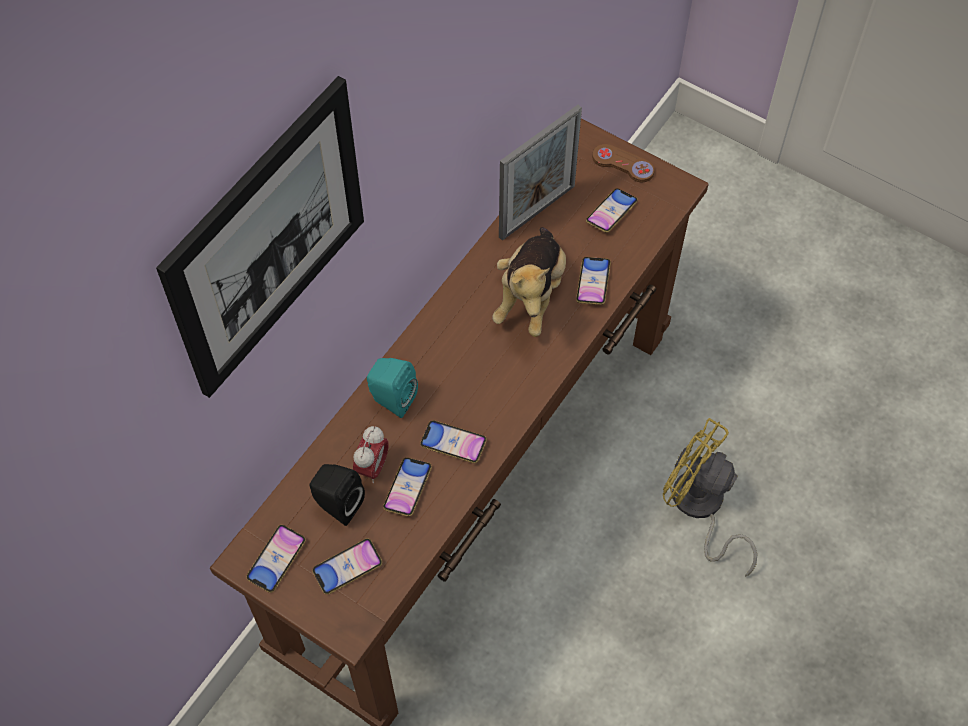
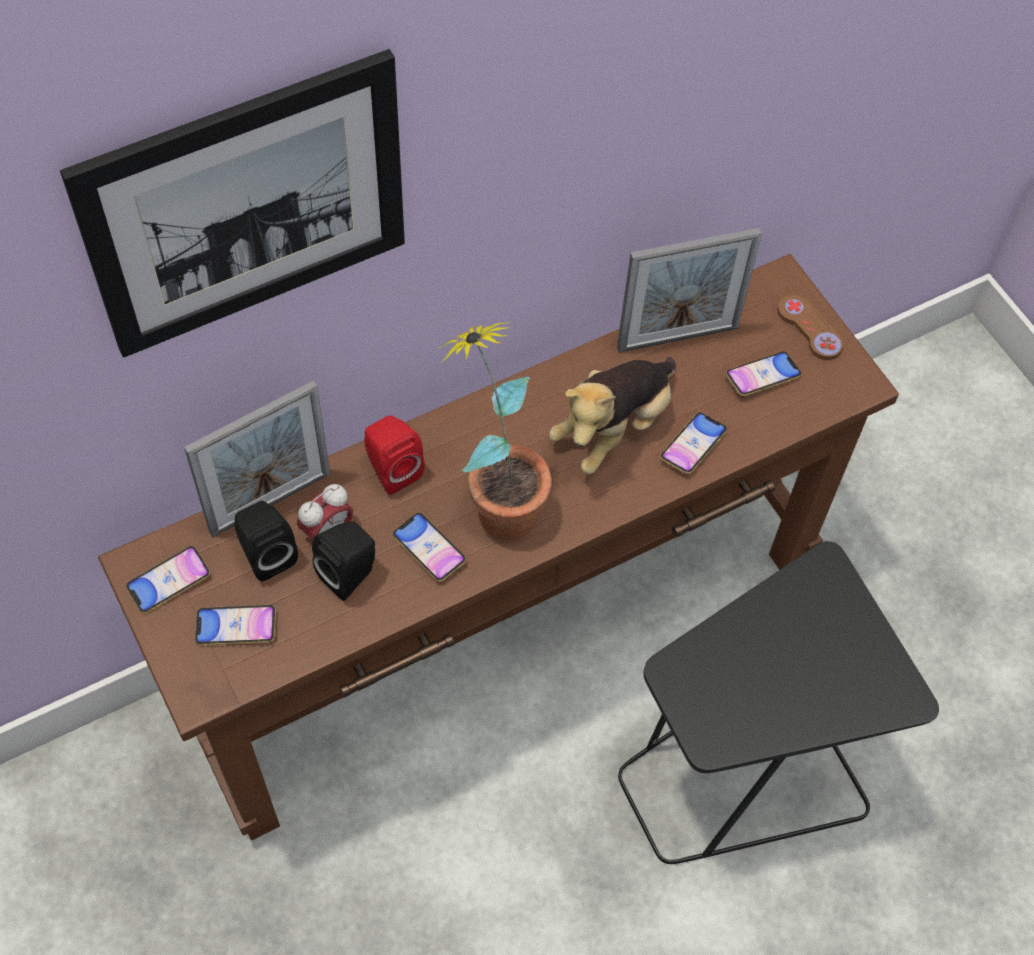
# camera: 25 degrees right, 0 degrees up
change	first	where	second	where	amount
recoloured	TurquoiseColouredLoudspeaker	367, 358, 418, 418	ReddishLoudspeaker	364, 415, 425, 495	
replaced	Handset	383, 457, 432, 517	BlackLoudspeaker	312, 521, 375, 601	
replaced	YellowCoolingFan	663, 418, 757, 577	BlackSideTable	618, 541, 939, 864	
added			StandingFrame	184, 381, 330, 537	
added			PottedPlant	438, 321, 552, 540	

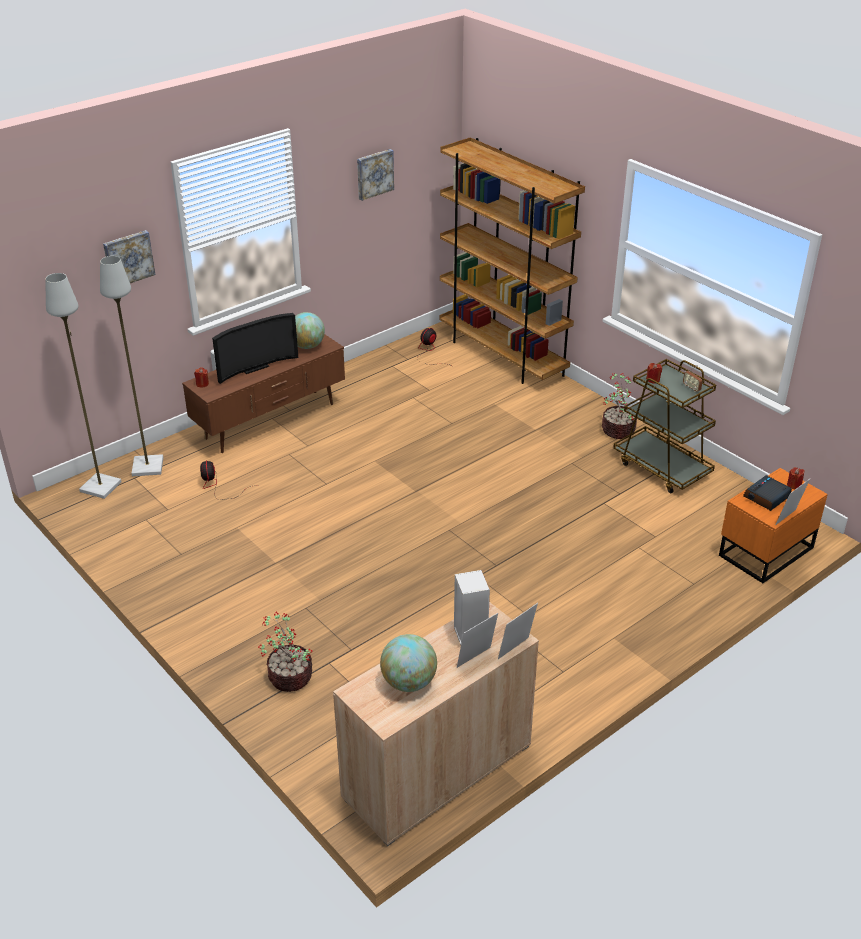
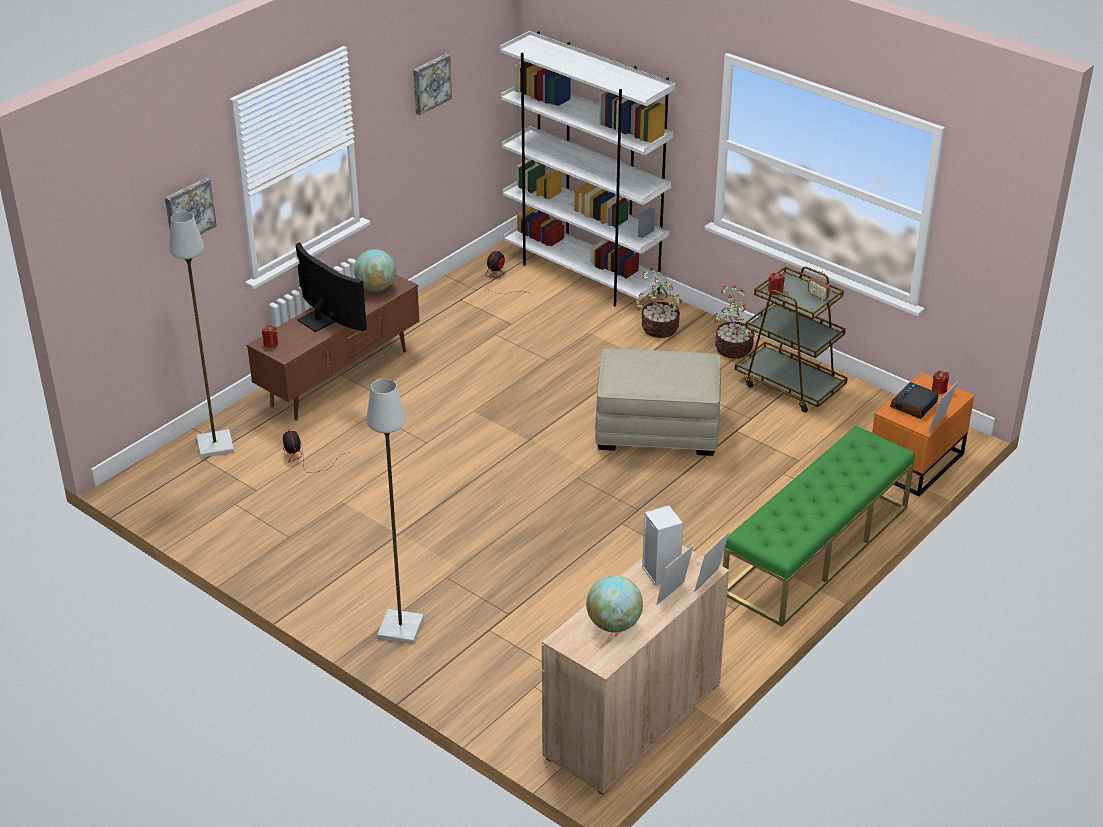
# camera: 10 degrees left, 0 degrees up
change	first	where	second	where	amount
moved	GreyFloorLamp	45, 273, 122, 499		366, 379, 424, 644	
turned	TvSet	212, 313, 298, 384		296, 242, 367, 332	90 degrees counterclockwise
moved	PottedPlant	258, 611, 313, 692		633, 268, 682, 338	
recoloured	BrownShelvingUnit	440, 137, 585, 384	WhitishShelvingUnit	500, 31, 676, 307	
added			SandColouredFootrest	595, 349, 721, 456	
added			GreenColouredBench	723, 426, 915, 626	

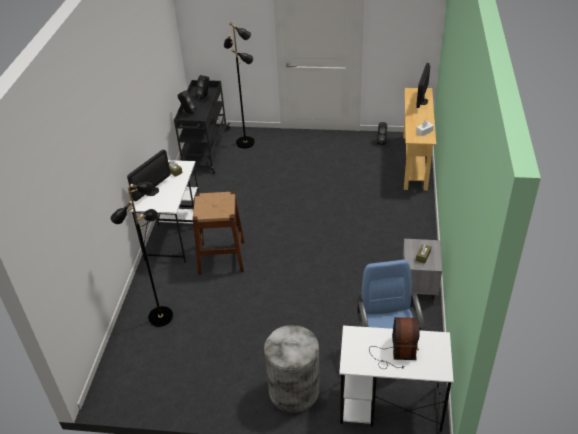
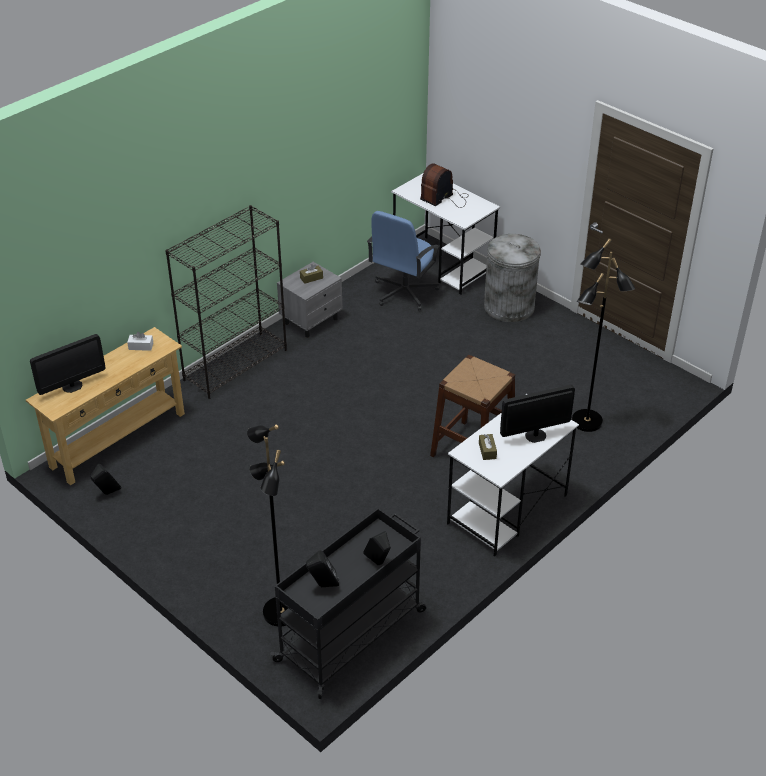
# camera: 145 degrees left, 0 degrees up
change	first	where	second	where	amount
added			BlackShelvingUnit	165, 205, 287, 399	

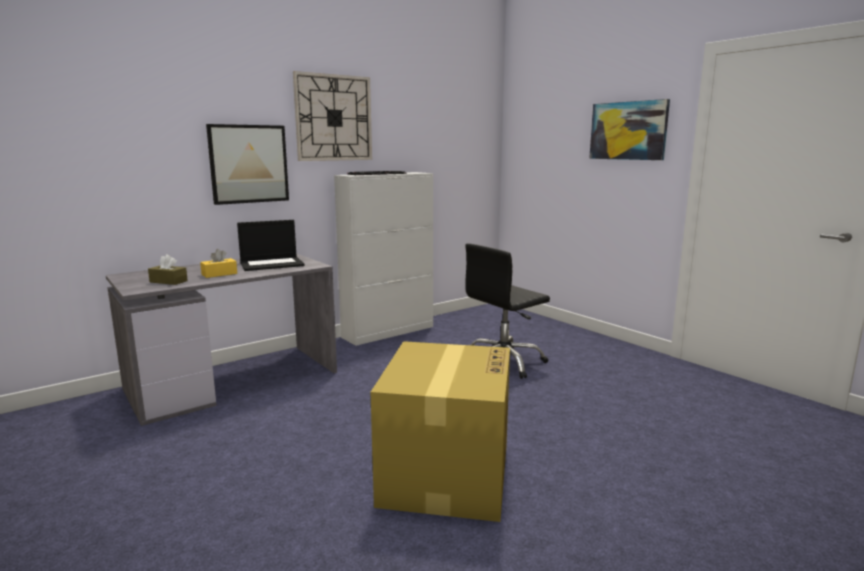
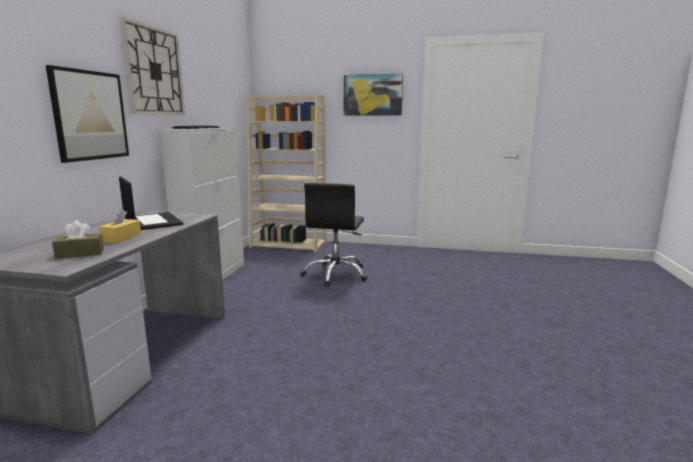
# camera: 40 degrees left, 0 degrees up
change	first	where	second	where	amount
turned	PortableComputer	237, 220, 305, 271		119, 177, 183, 230	60 degrees counterclockwise
removed	CardboardBox	371, 341, 510, 522			
added			SandColouredShelvingUnit	246, 94, 326, 252	

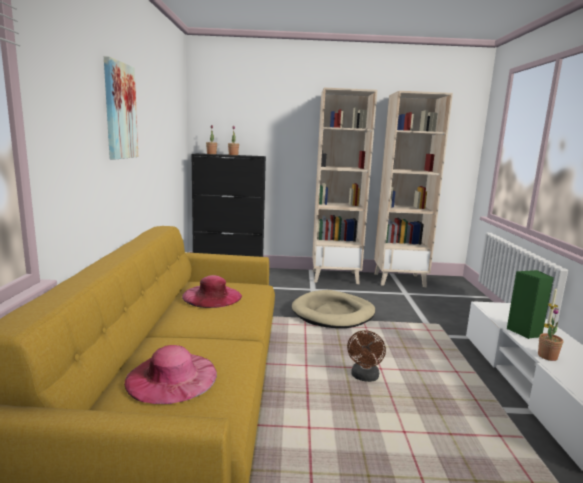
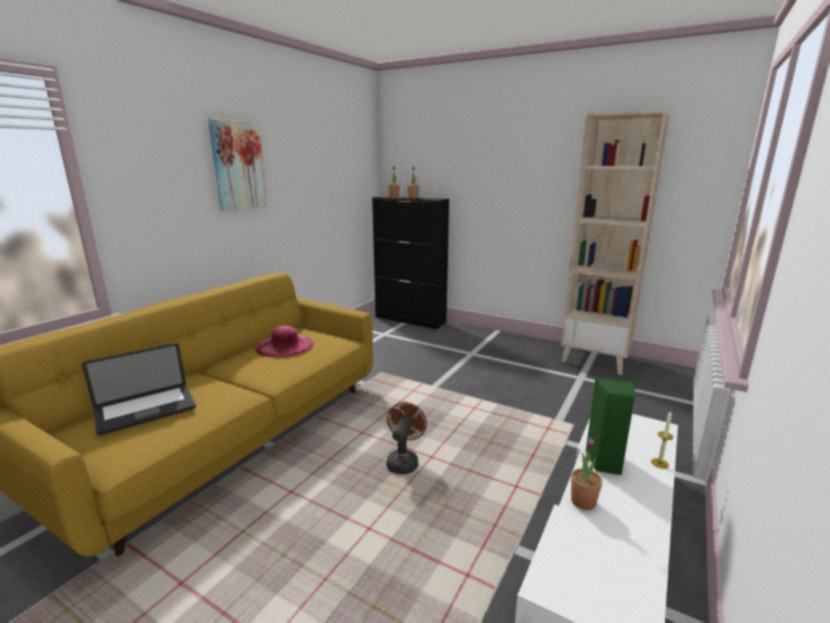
# camera: 30 degrees right, 5 degrees up
change	first	where	second	where	amount
replaced	PinkHat	124, 345, 217, 404	PortableComputer	82, 343, 196, 435	
removed	SandColouredDogBed	292, 290, 375, 328			
removed	SandColouredShelvingUnit	312, 88, 378, 284			
turned	BrownCoolingFan	347, 330, 386, 382		386, 402, 427, 474	150 degrees clockwise

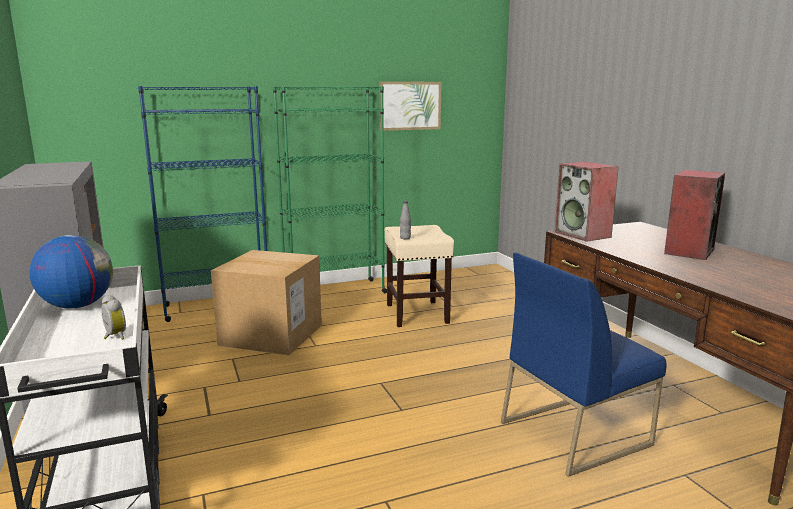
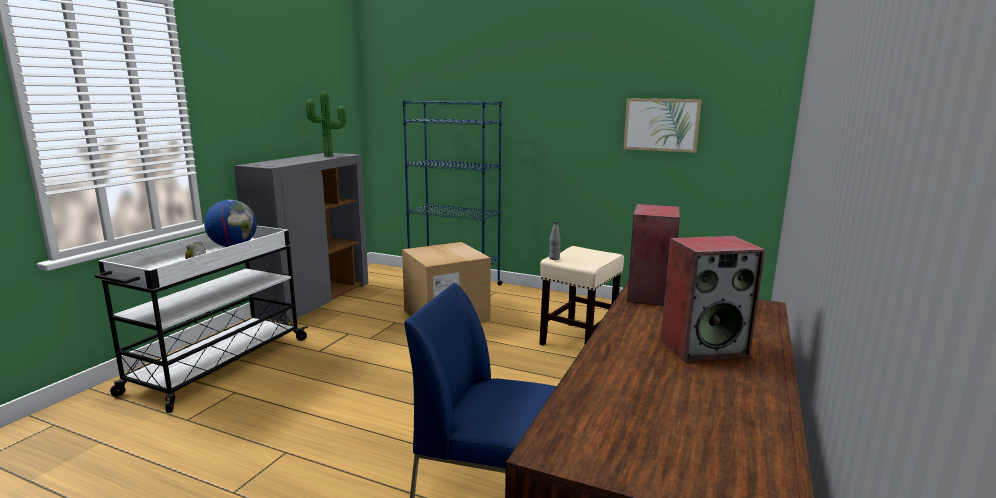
# camera: 45 degrees right, 0 degrees up
change	first	where	second	where	amount
removed	GreenColouredShelvingUnit	273, 86, 387, 293			
added			PottedPlant	306, 91, 346, 157	

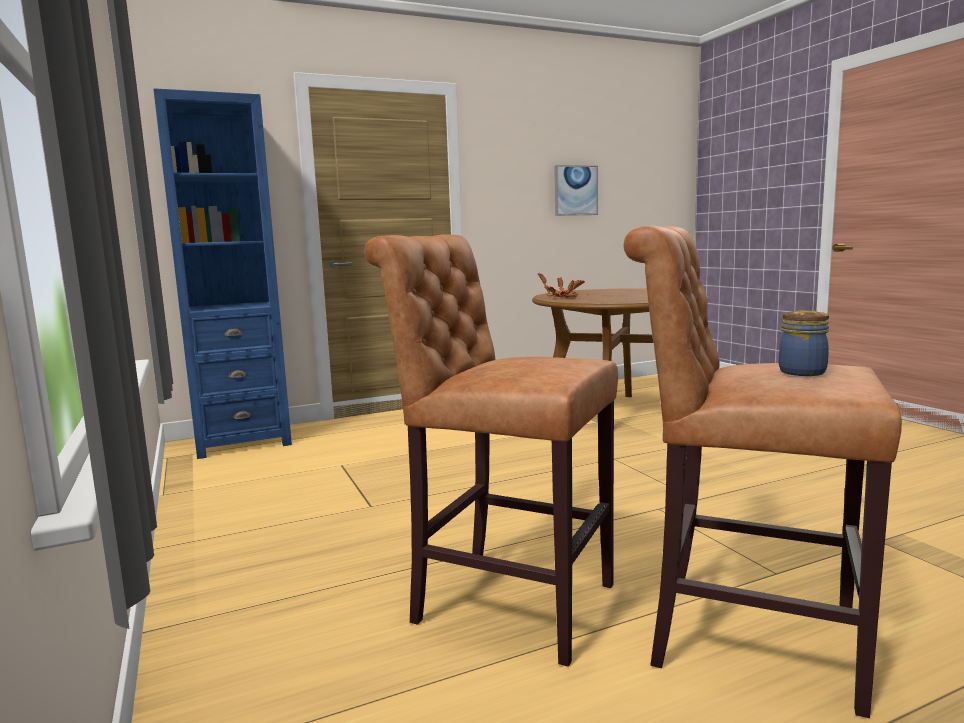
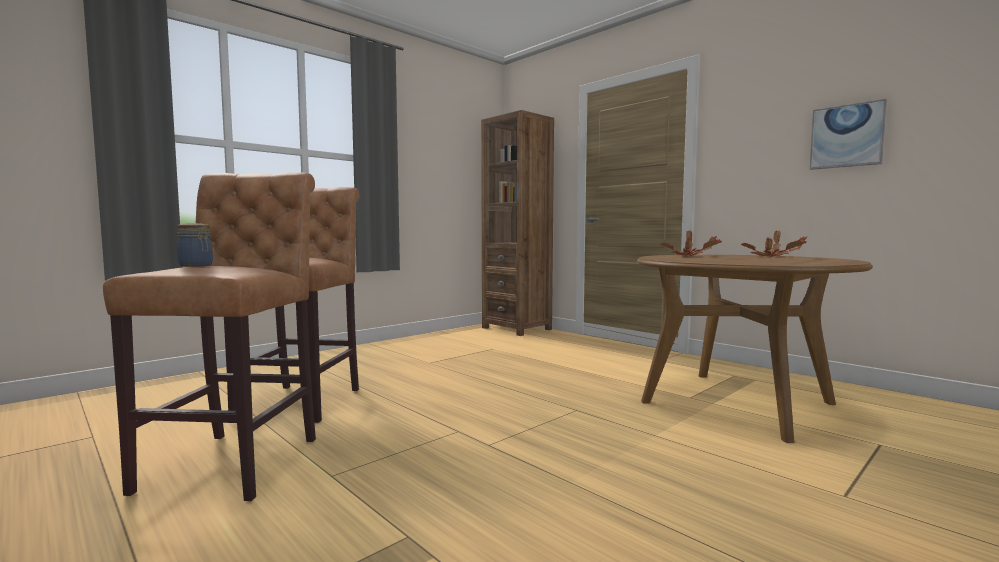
# camera: 70 degrees right, 5 degrees down
change	first	where	second	where	amount
recoloured	BluishShelvingUnit	153, 88, 292, 459	BrownShelvingUnit	481, 110, 554, 336	
added			PottedPlant	741, 231, 807, 257	

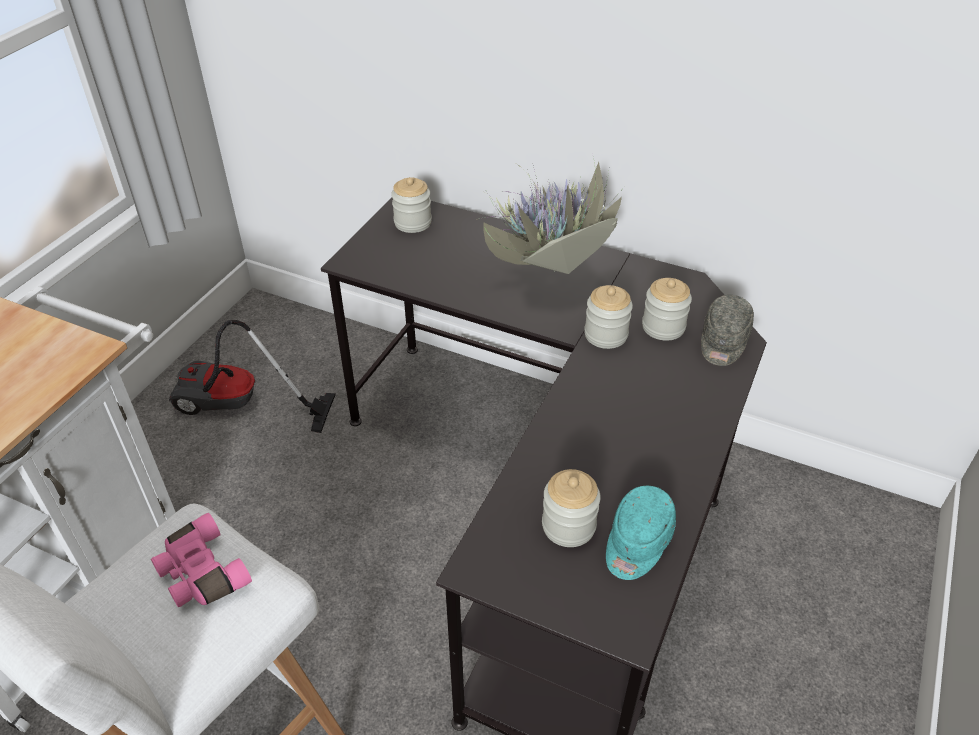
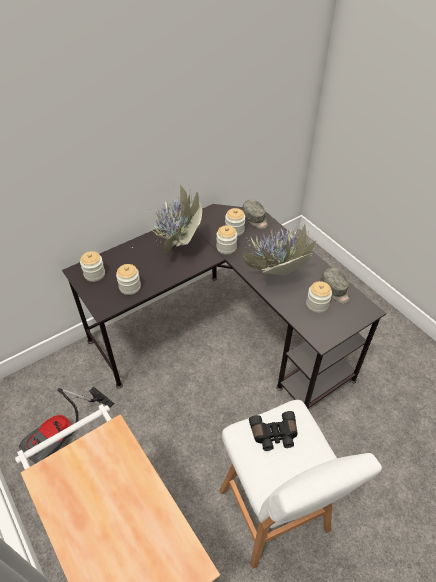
# camera: 60 degrees left, 5 degrees up
change	first	where	second	where	amount
recoloured	PinkFieldGlasses	151, 513, 252, 607	BlackFieldGlasses	249, 411, 298, 451	
recoloured	TurquoiseColouredPeakedCap	606, 486, 676, 580	GreyPeakedCap	320, 268, 350, 304	
added			Jar	116, 264, 141, 295	
added			PottedPlant	239, 224, 316, 276	

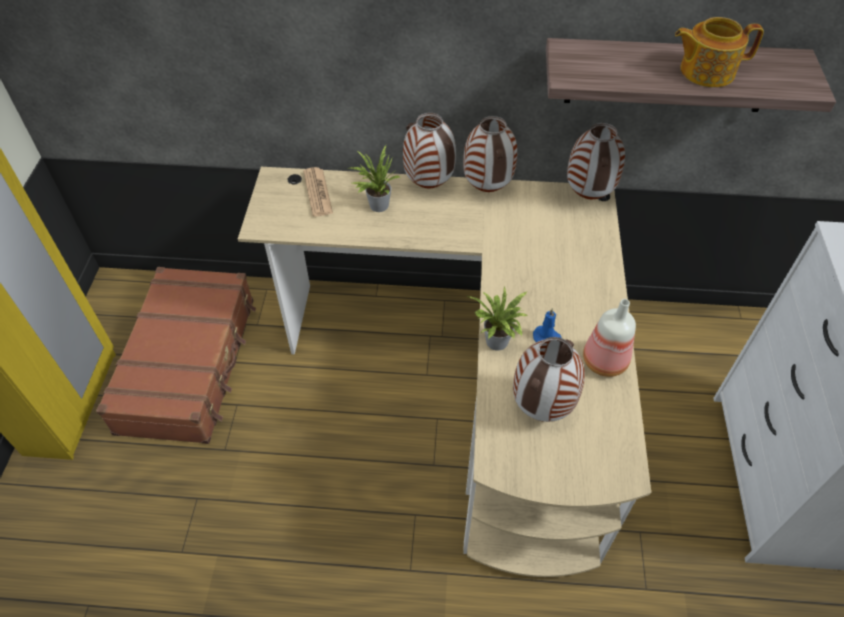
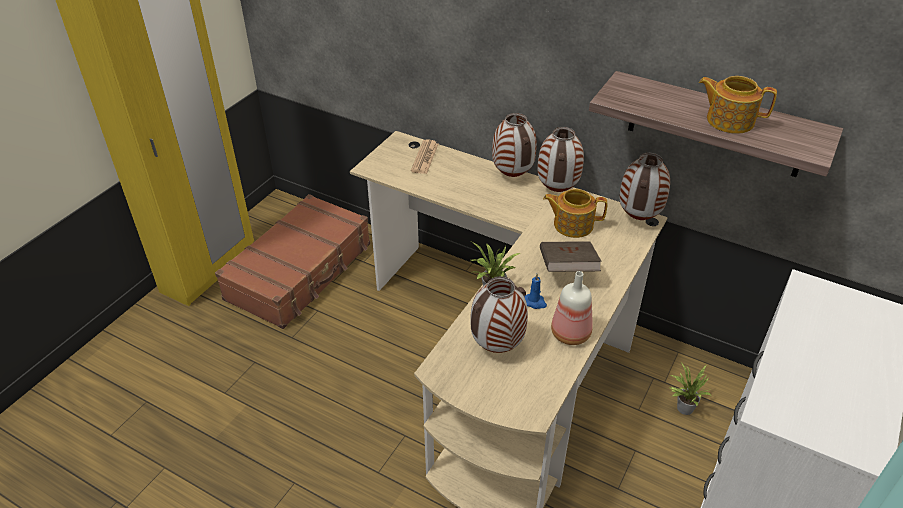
# camera: 25 degrees right, 10 degrees down
change	first	where	second	where	amount
moved	PottedPlant	348, 145, 402, 212		670, 363, 711, 415	
added			BrownBoundBook	540, 241, 602, 272	
added			TeaPot	543, 189, 607, 238	

